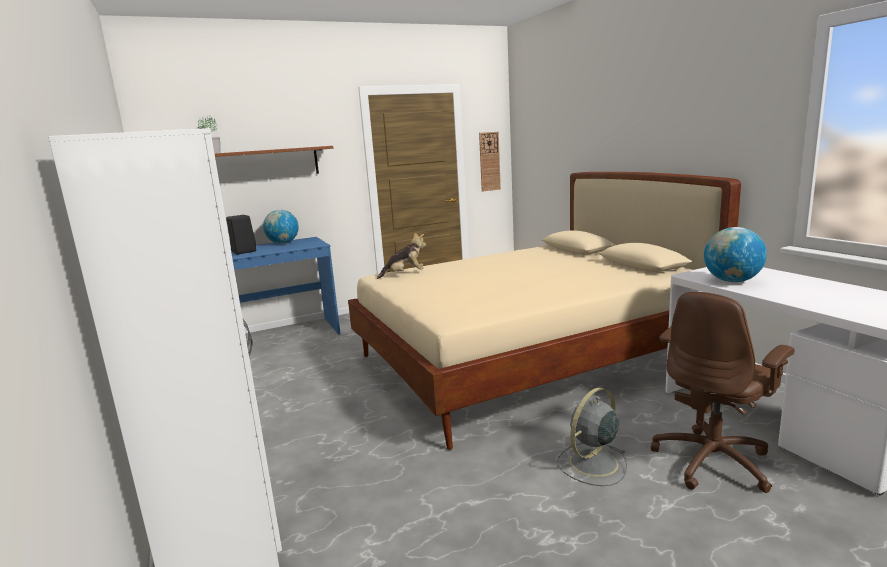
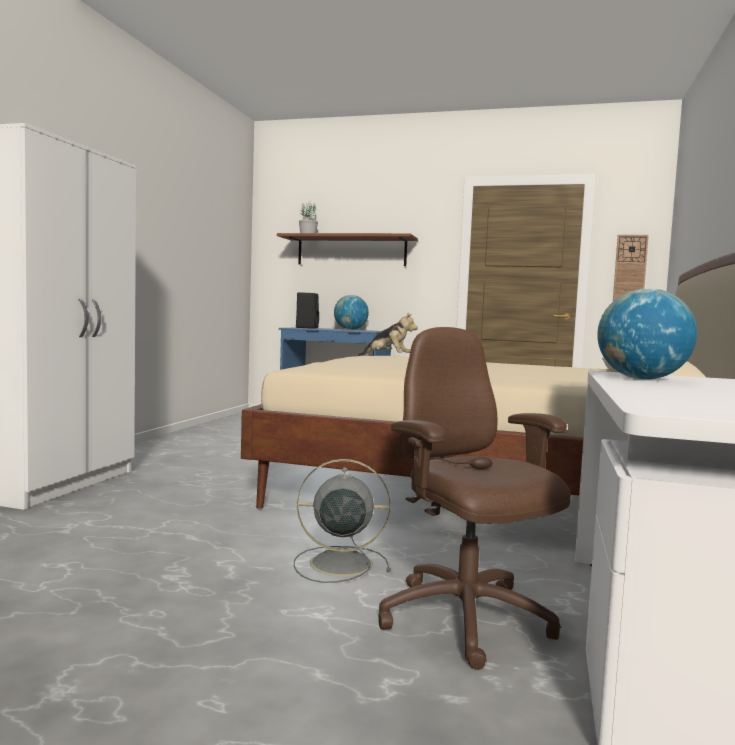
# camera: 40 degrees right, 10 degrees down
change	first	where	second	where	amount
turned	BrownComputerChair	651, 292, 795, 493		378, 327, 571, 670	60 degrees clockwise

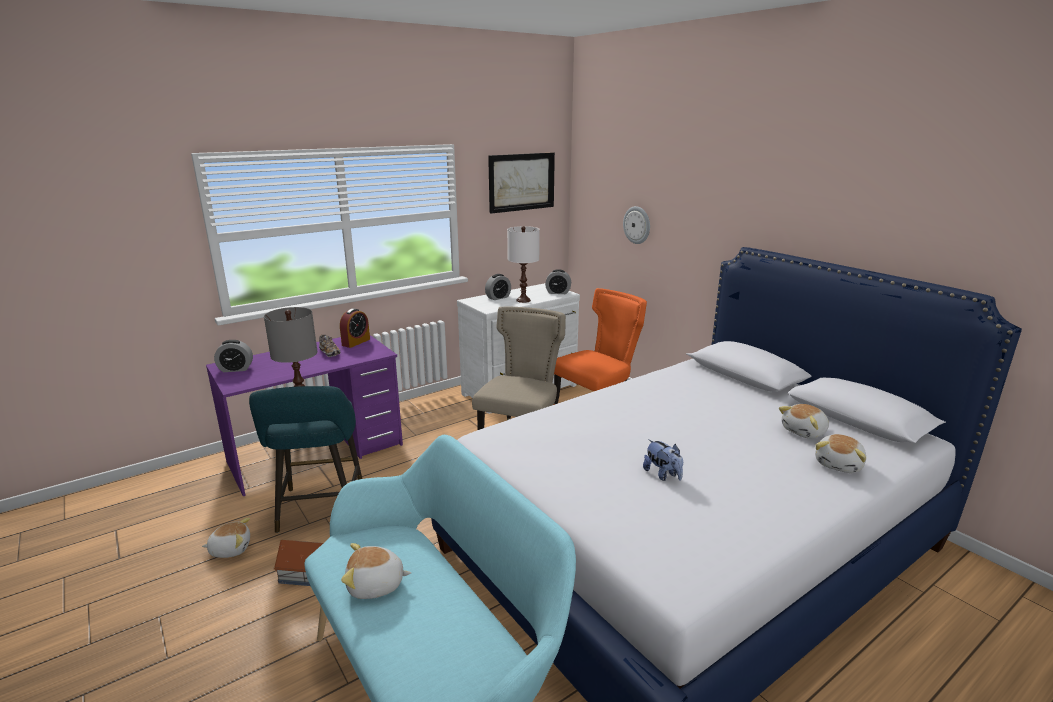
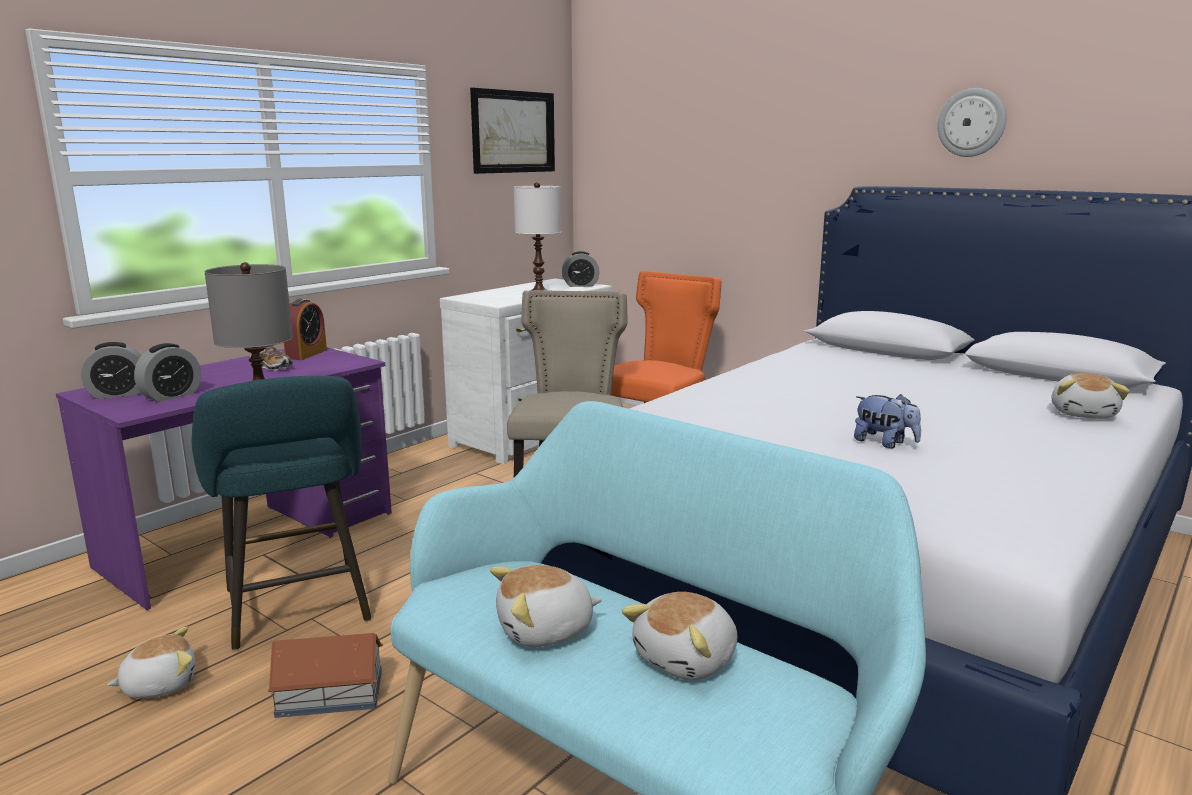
# camera: 15 degrees left, 5 degrees down
change	first	where	second	where	amount
moved	BedsideClock	485, 274, 511, 300		134, 343, 201, 402	
moved	HangingClock	623, 206, 650, 244		937, 88, 1007, 157	
moved	PlushToy	779, 404, 829, 438		622, 592, 738, 680	

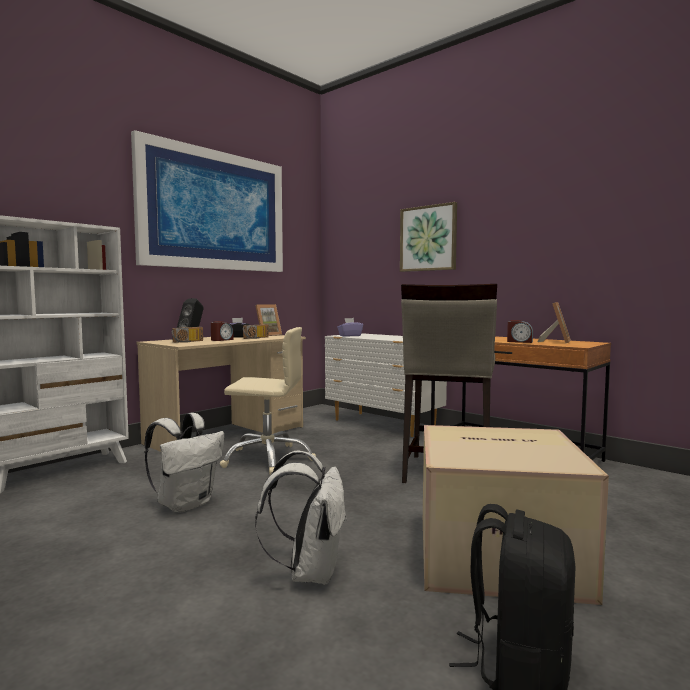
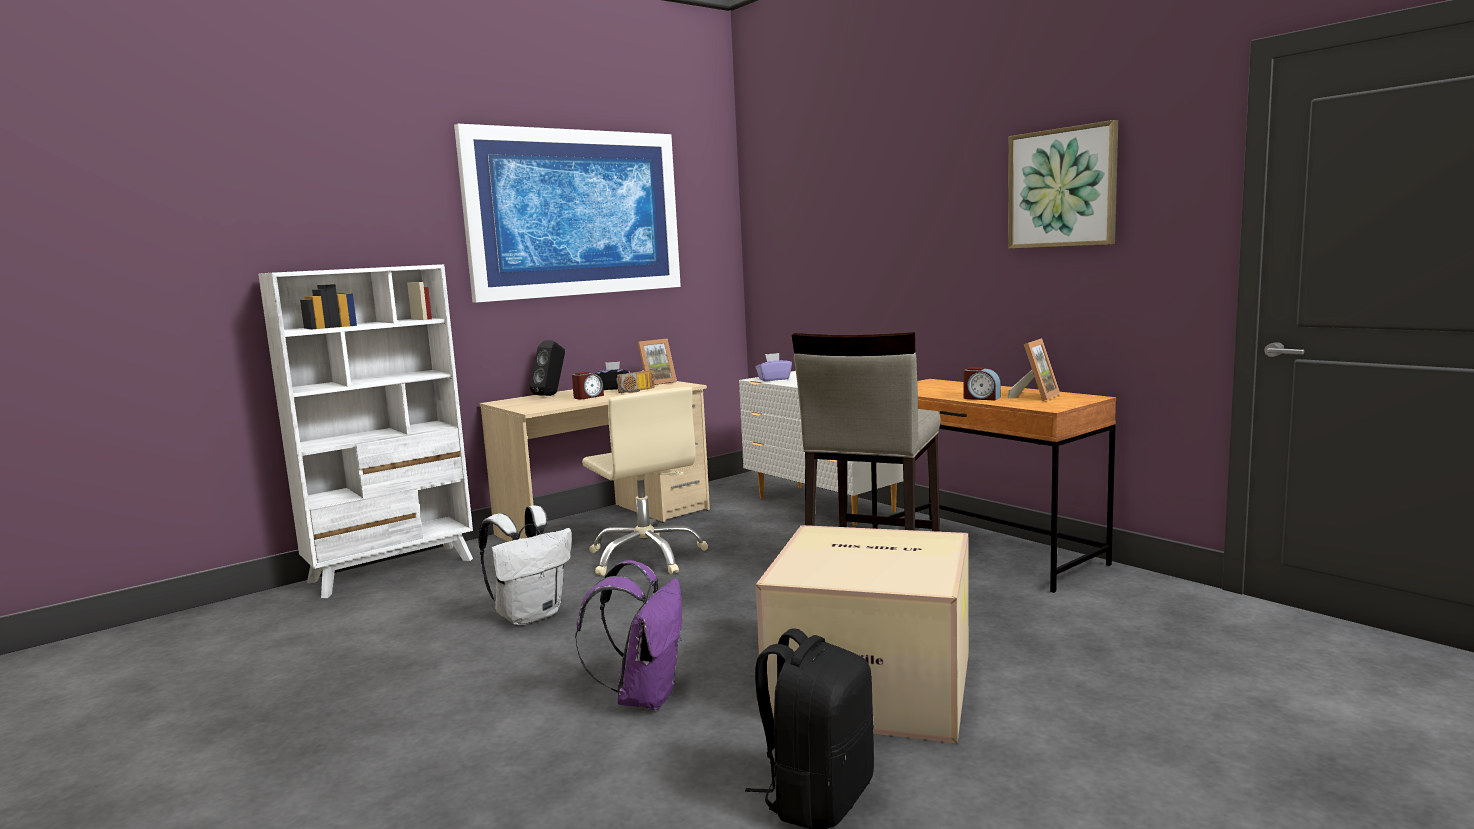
# camera: 10 degrees right, 5 degrees up
change	first	where	second	where	amount
removed	RadioSet	172, 327, 203, 343			
turned	SandColouredComputerChair	220, 327, 316, 475		582, 387, 708, 576	45 degrees clockwise
recoloured	WhitishBackpack	255, 450, 347, 585	PurpleColouredBackpack	575, 560, 682, 710	
moved	WallPicture	400, 202, 457, 272		1008, 120, 1118, 249	

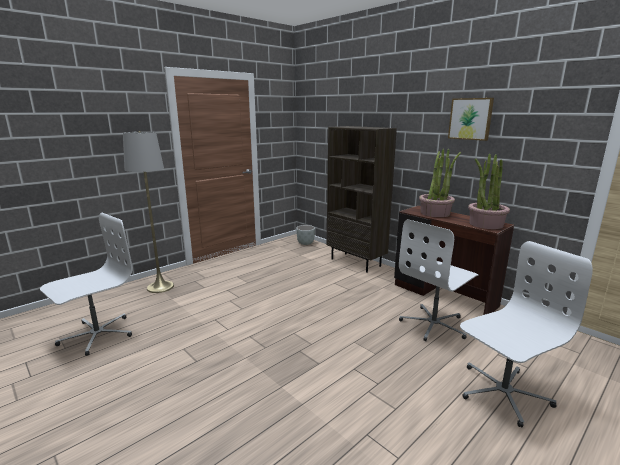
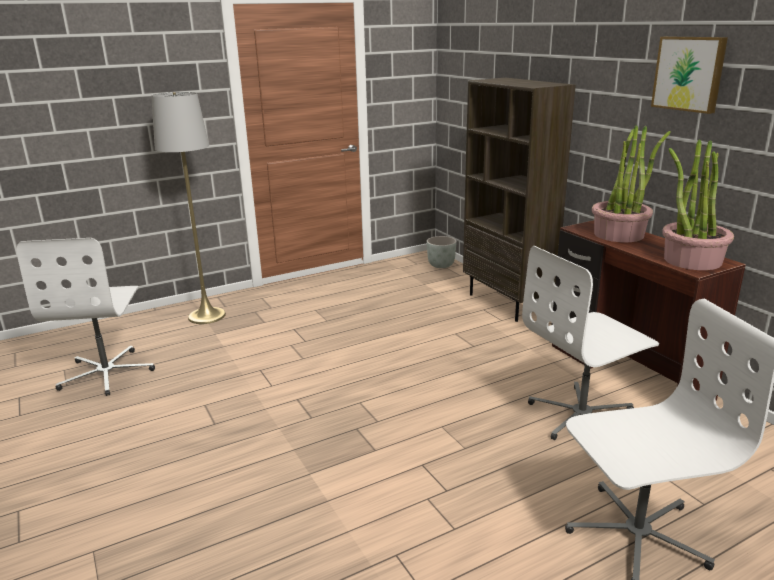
# camera: 15 degrees right, 5 degrees up
change	first	where	second	where	amount
turned	WhitishComputerChair	40, 213, 133, 356		16, 238, 155, 396	120 degrees clockwise

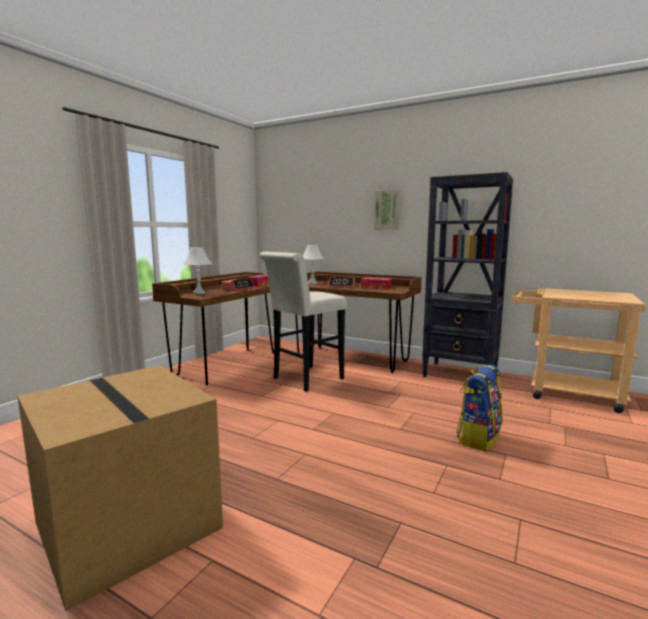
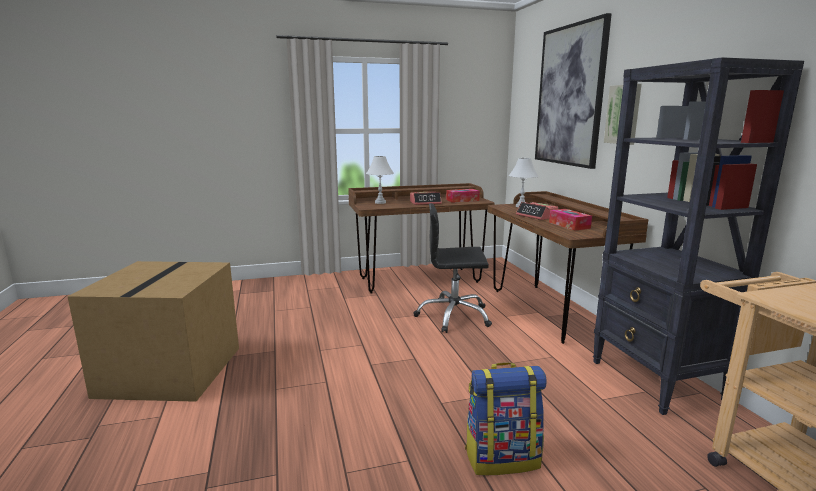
# camera: 45 degrees right, 5 degrees up
change	first	where	second	where	amount
replaced	WhitishSittingStool	259, 251, 347, 392	BlackComputerChair	414, 203, 492, 333	
added			WallPicture	535, 13, 612, 169	

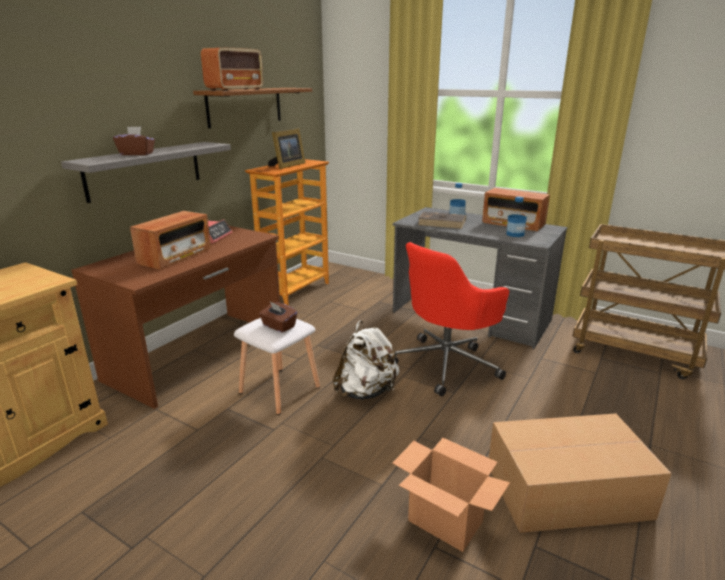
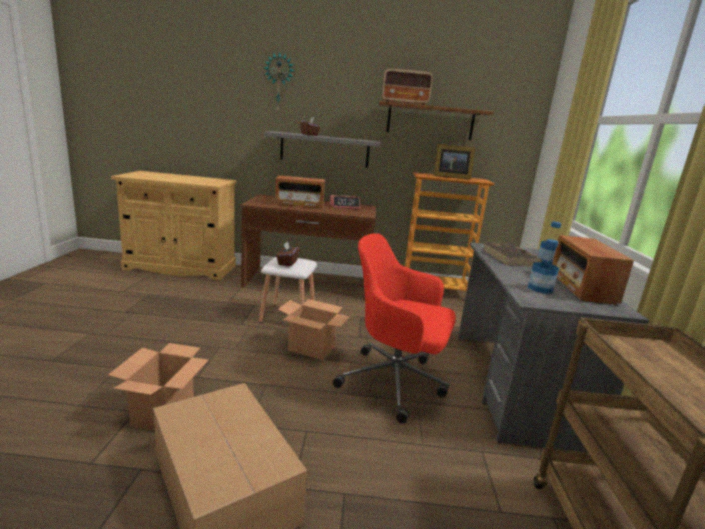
# camera: 60 degrees right, 5 degrees down
change	first	where	second	where	amount
replaced	WhitishBackpack	333, 321, 399, 400	CardboardBox	278, 299, 350, 360	
added			HangingClock	264, 52, 295, 112	

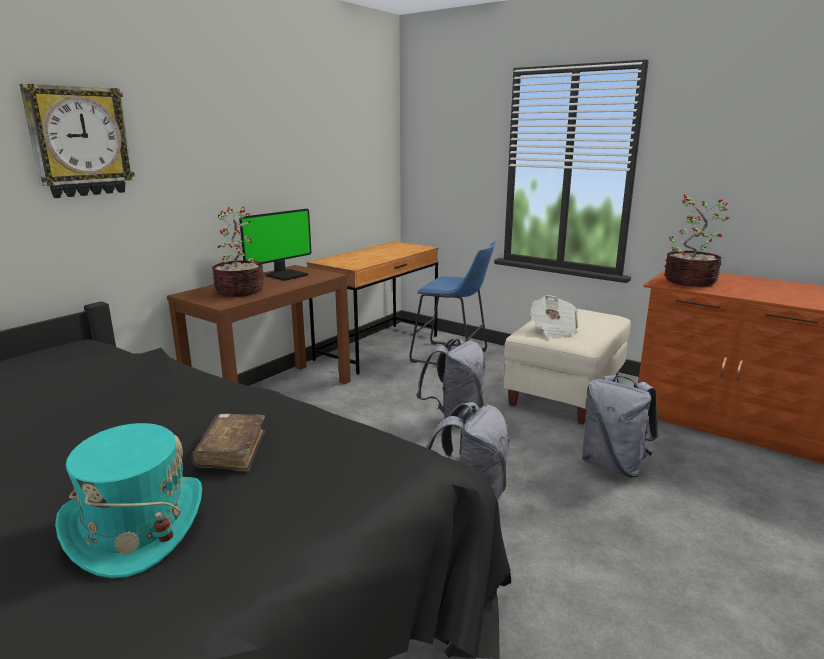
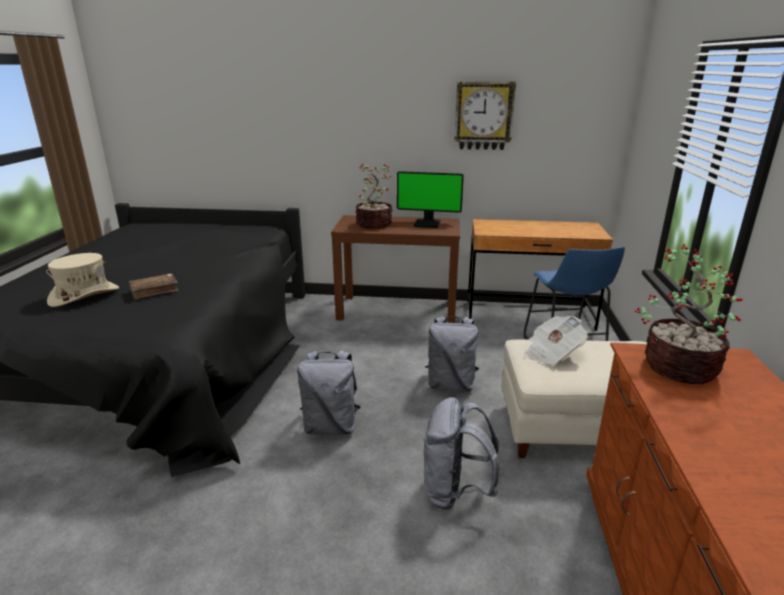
# camera: 60 degrees right, 5 degrees up
change	first	where	second	where	amount
moved	HangingClock	20, 84, 135, 198		454, 81, 516, 150	
recoloured	TurquoiseColouredHat	55, 423, 202, 579	SandColouredHat	46, 253, 119, 307	

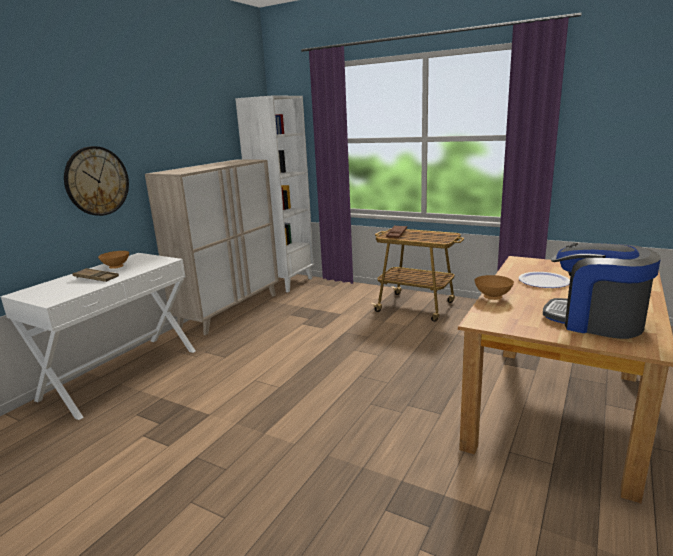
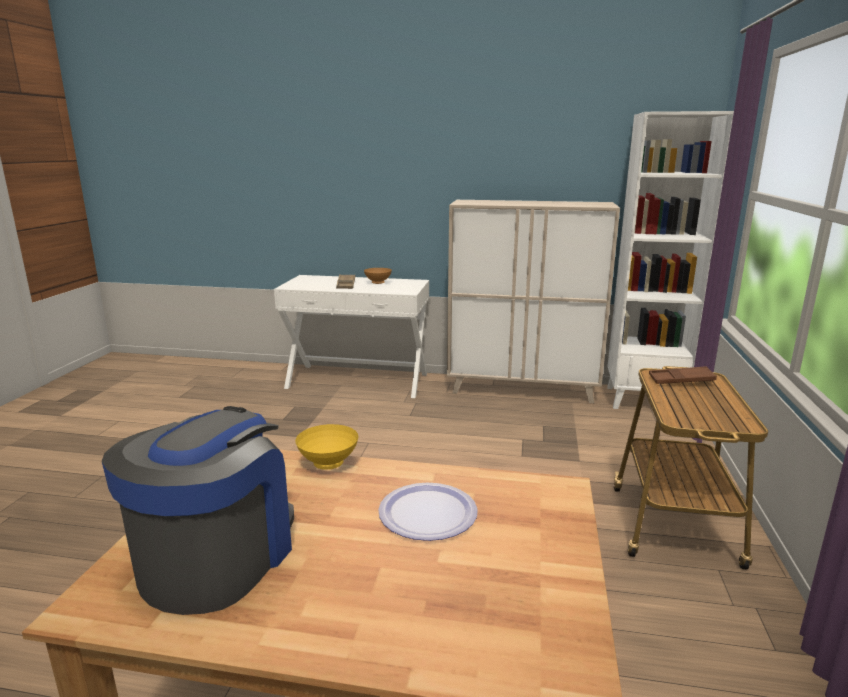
# camera: 70 degrees right, 0 degrees up
change	first	where	second	where	amount
removed	HangingClock	64, 146, 129, 216			
recoloured	BrownBowl	474, 275, 514, 300	YellowBowl	295, 424, 359, 470	

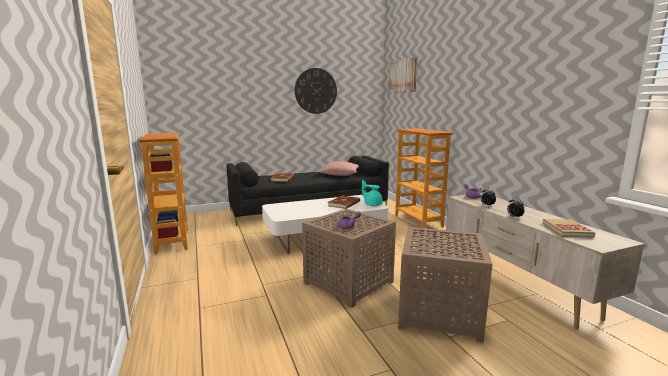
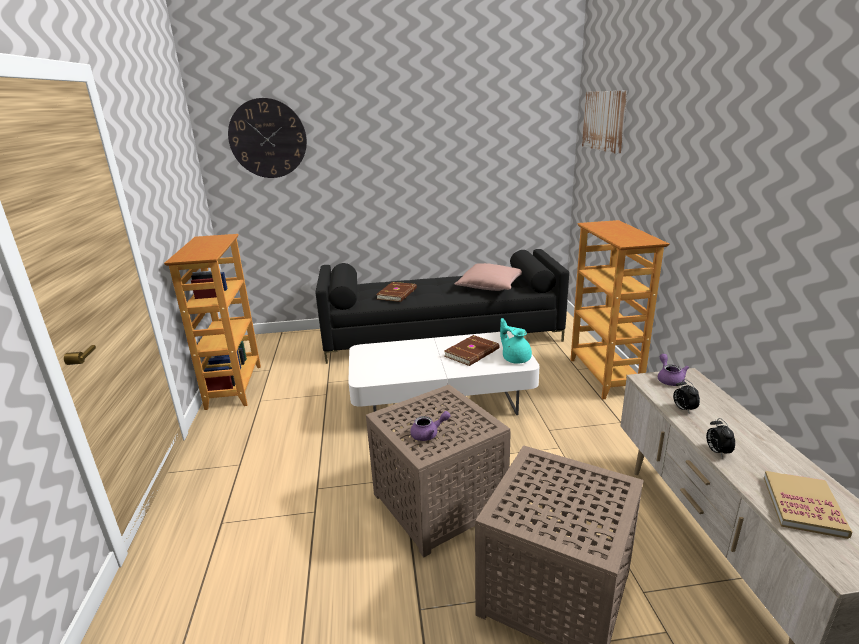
# camera: 15 degrees right, 10 degrees up
change	first	where	second	where	amount
moved	HangingClock	295, 68, 337, 114		228, 98, 307, 178	

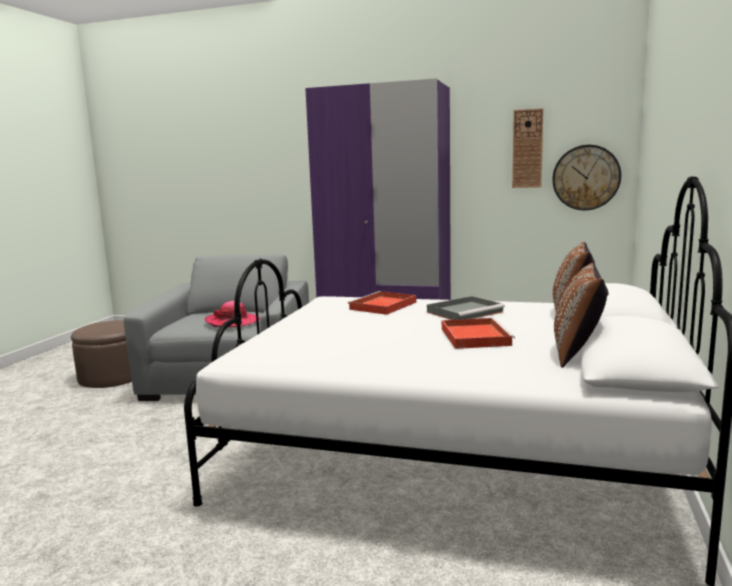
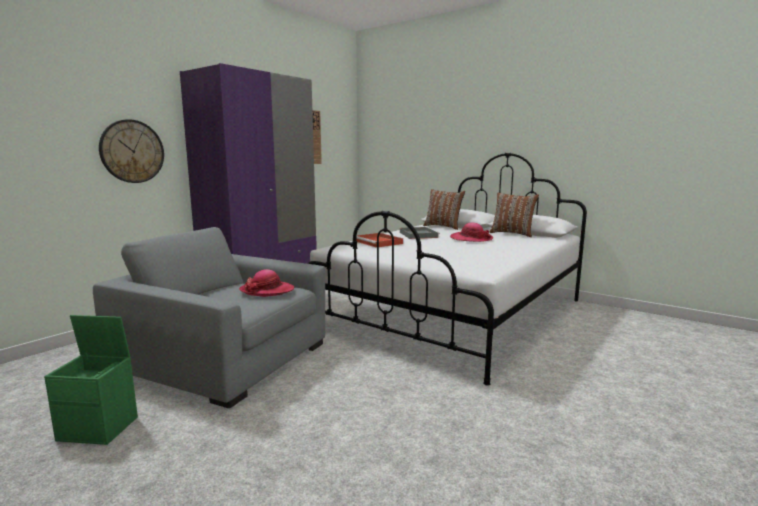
# camera: 70 degrees left, 0 degrees up
change	first	where	second	where	amount
replaced	BrownFootrest	71, 320, 132, 388	GreenColouredStorageContainer	44, 315, 138, 445	
replaced	ReddishCarryingTray	442, 318, 515, 349	Hat	450, 223, 493, 242	
moved	HangingClock	552, 145, 621, 210		99, 119, 164, 183	

